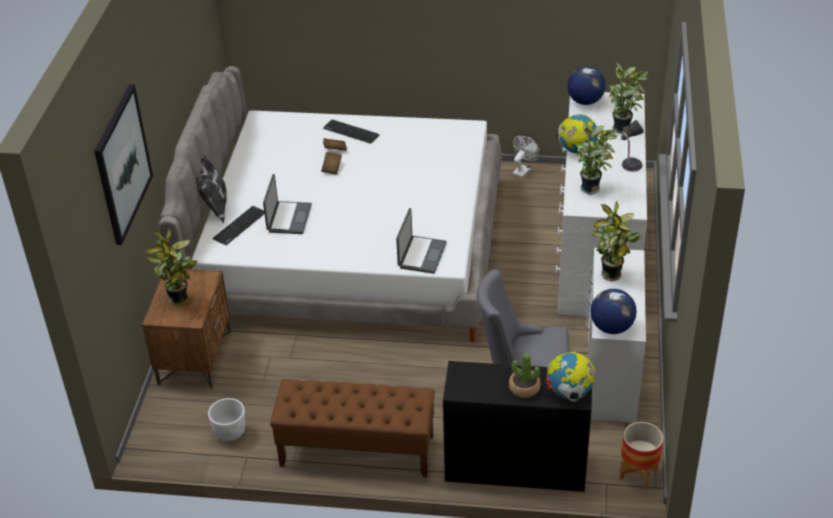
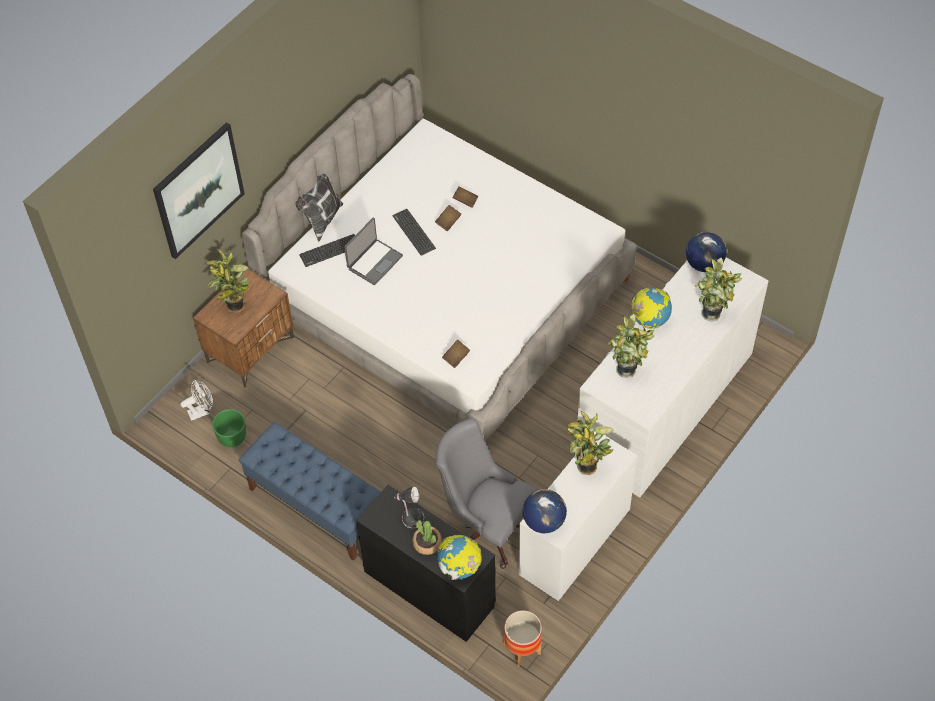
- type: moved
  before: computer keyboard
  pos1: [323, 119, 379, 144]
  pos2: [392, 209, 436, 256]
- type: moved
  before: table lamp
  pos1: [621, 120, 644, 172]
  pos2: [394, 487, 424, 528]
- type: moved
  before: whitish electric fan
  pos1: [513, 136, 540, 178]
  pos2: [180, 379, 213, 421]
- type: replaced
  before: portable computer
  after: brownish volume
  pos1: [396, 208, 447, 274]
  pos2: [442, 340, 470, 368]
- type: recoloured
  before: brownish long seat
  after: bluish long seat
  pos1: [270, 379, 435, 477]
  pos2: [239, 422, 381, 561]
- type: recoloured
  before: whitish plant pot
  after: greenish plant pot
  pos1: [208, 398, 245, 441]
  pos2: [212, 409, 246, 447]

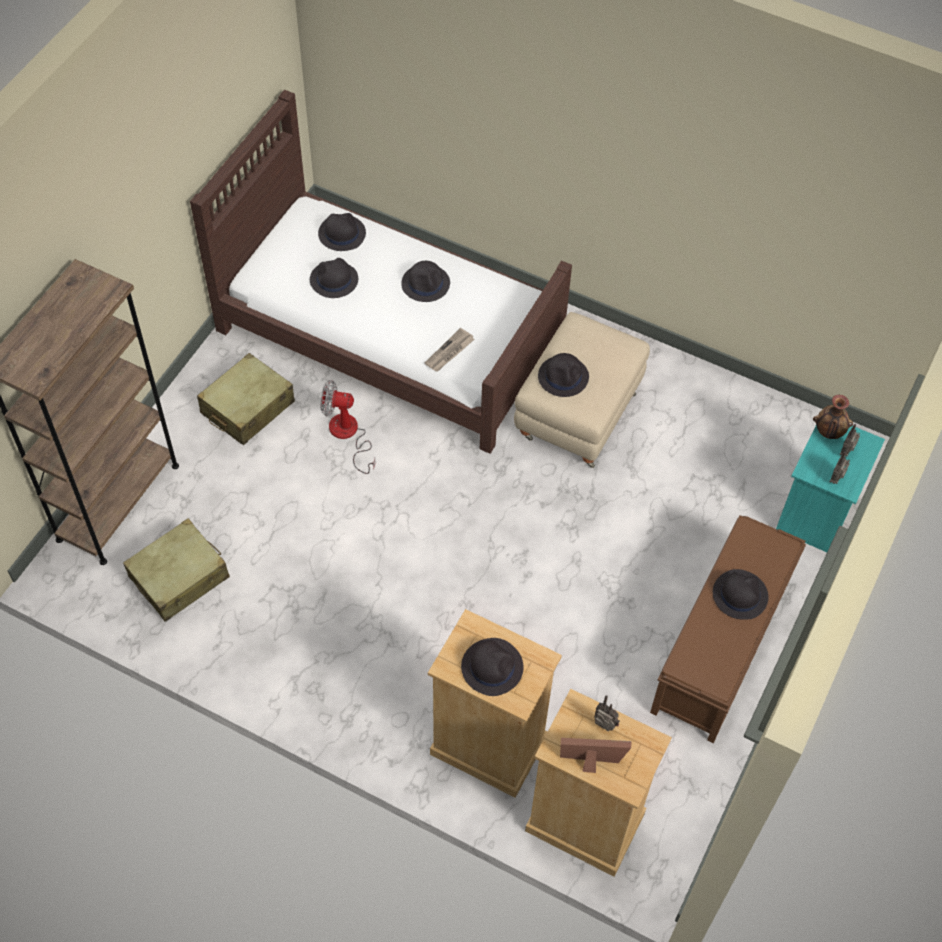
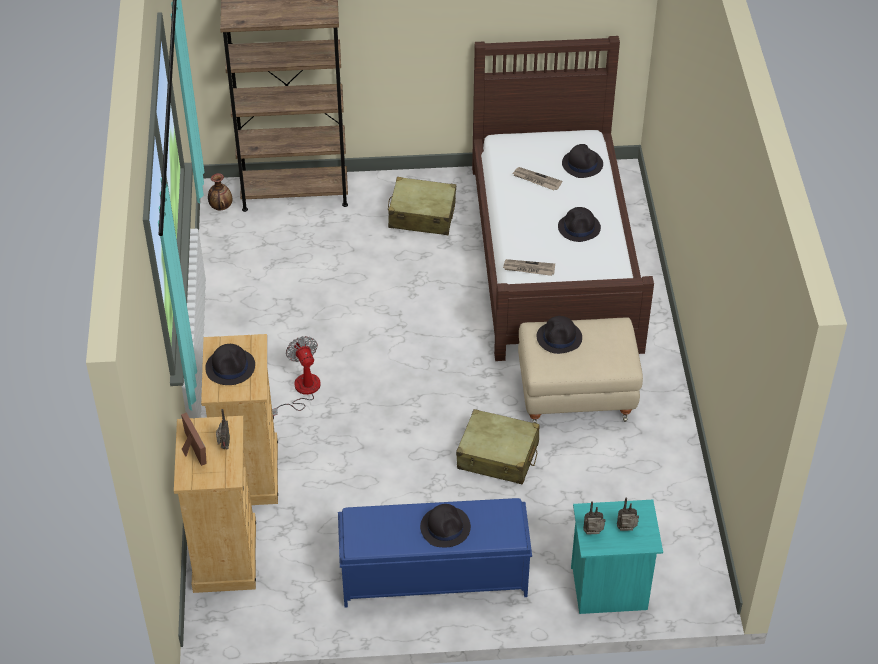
- type: replaced
  before: black-coloured wearable hat
  after: printed paper
  pos1: [310, 258, 358, 298]
  pos2: [512, 167, 562, 190]
- type: moved
  before: electric fan
  pos1: [320, 380, 376, 474]
  pos2: [272, 336, 321, 420]
- type: moved
  before: flower vase
  pos1: [813, 395, 853, 439]
  pos2: [208, 173, 232, 210]
- type: recoloured
  before: brownish long seat
  after: bluish long seat
  pos1: [650, 515, 806, 743]
  pos2: [338, 498, 532, 608]
- type: moved
  before: beige travel case
  pos1: [123, 518, 230, 622]
  pos2: [456, 409, 540, 485]

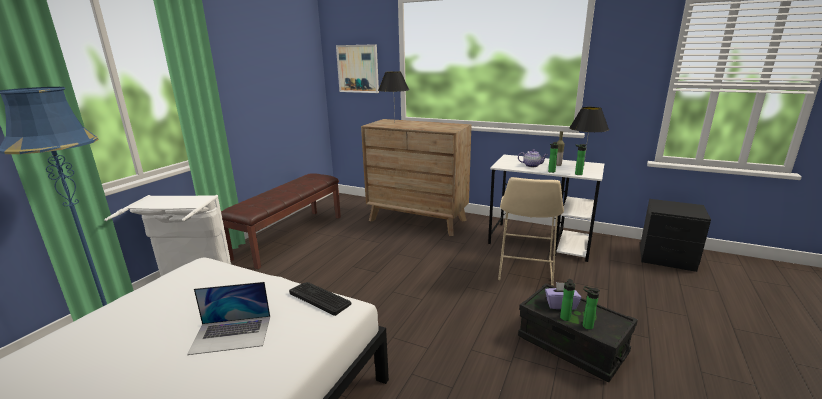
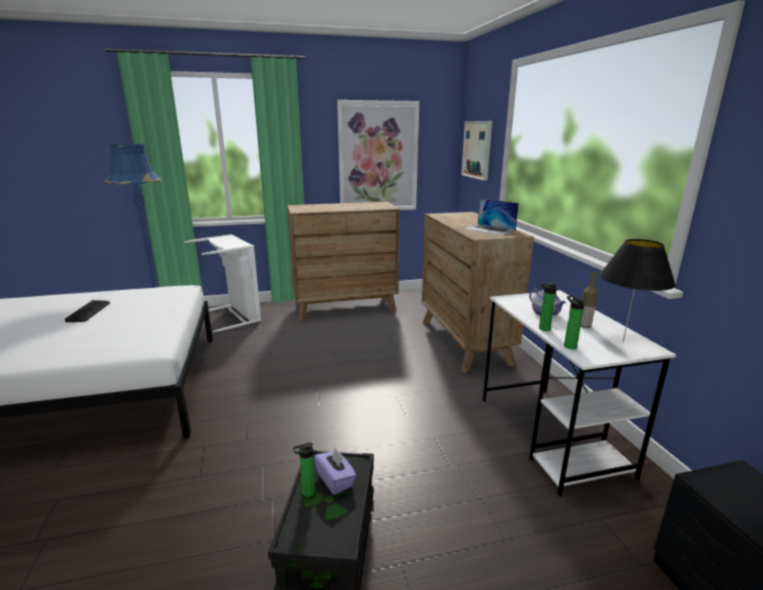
- type: removed
  before: black-coloured table lamp
  pos1: [378, 71, 409, 121]
- type: replaced
  before: brownish long seat
  after: brownish drawer chest
  pos1: [221, 173, 341, 269]
  pos2: [287, 202, 400, 321]
- type: removed
  before: beige stool seat
  pos1: [498, 177, 564, 286]
- type: moved
  before: portable computer
  pos1: [187, 282, 270, 355]
  pos2: [463, 199, 519, 235]
- type: moved
  before: computer keyboard
  pos1: [289, 282, 351, 316]
  pos2: [65, 300, 110, 322]
- type: removed
  before: drink bottle
  pos1: [583, 286, 600, 330]
- type: added
  after: picture
  pos2: [337, 100, 419, 210]

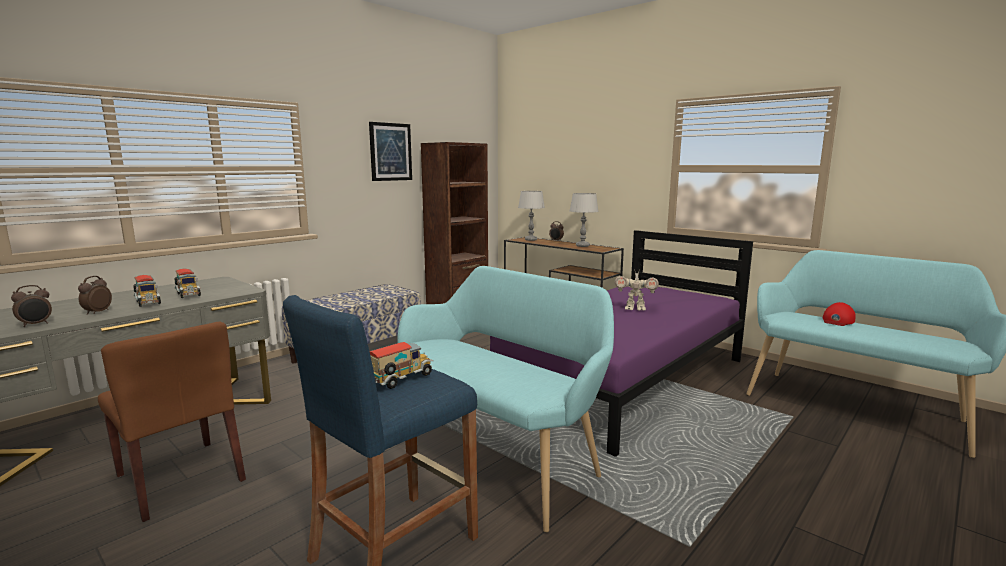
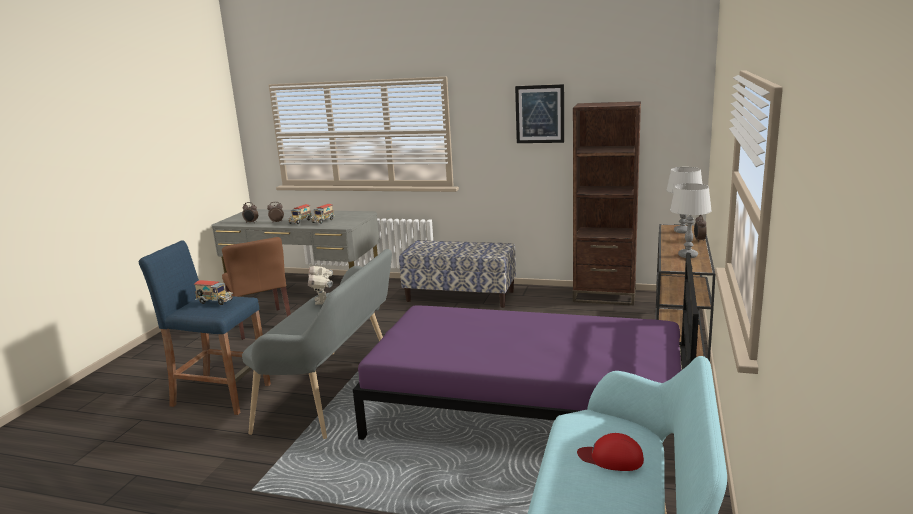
- type: recoloured
  before: turquoise-coloured long seat
  after: grey long seat
  pos1: [397, 266, 614, 532]
  pos2: [242, 249, 392, 439]
- type: moved
  before: model robot
  pos1: [615, 273, 659, 311]
  pos2: [308, 265, 333, 305]
- type: turned
  before: brownish chair
  pos1: [98, 322, 246, 522]
  pos2: [222, 237, 291, 340]
  turn: -45

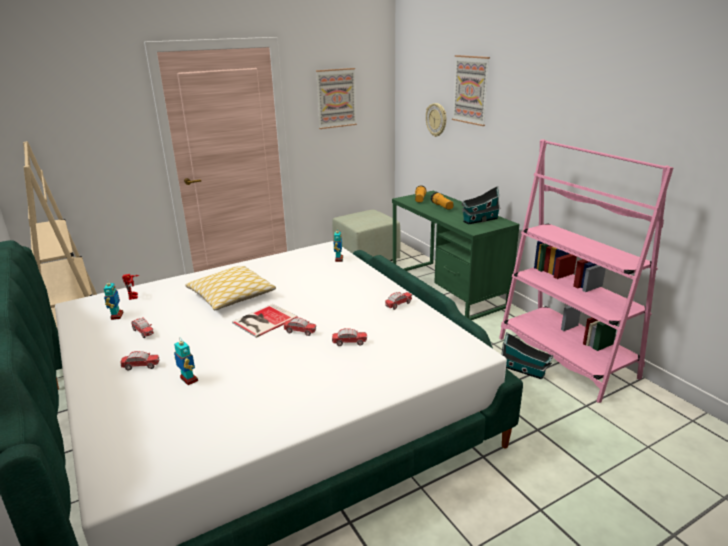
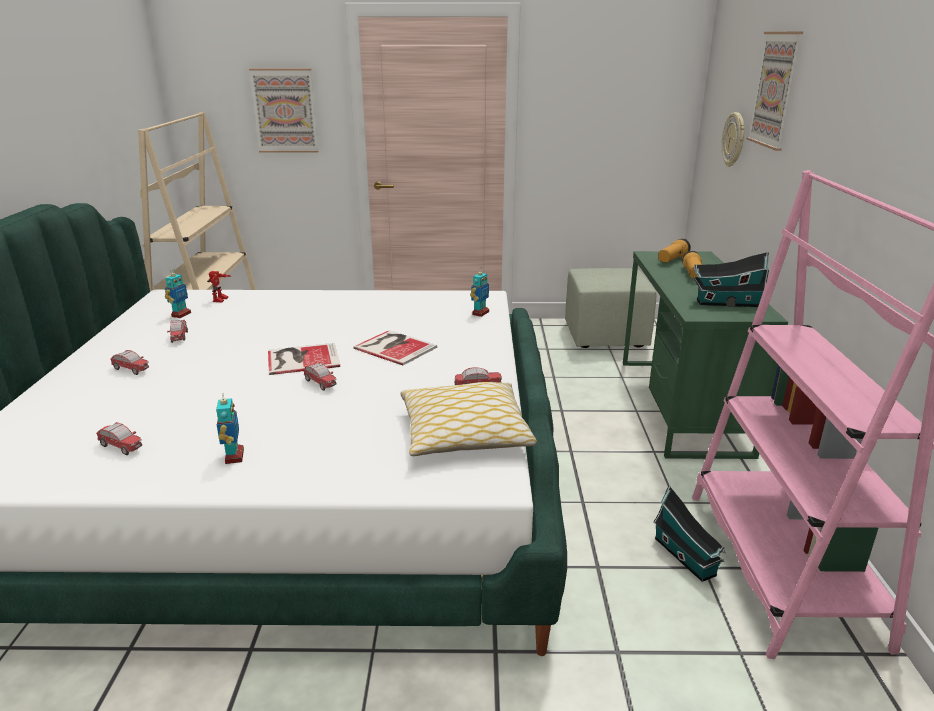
- type: moved
  before: picture
  pos1: [316, 68, 357, 129]
  pos2: [249, 68, 319, 153]
- type: moved
  before: throw pillow
  pos1: [185, 266, 276, 310]
  pos2: [401, 382, 537, 456]
- type: moved
  before: miniature car
  pos1: [332, 328, 367, 346]
  pos2: [96, 422, 142, 455]
- type: moved
  before: model robot
  pos1: [174, 337, 198, 385]
  pos2: [216, 392, 244, 464]
- type: added
  after: volume
  pos2: [353, 330, 437, 366]

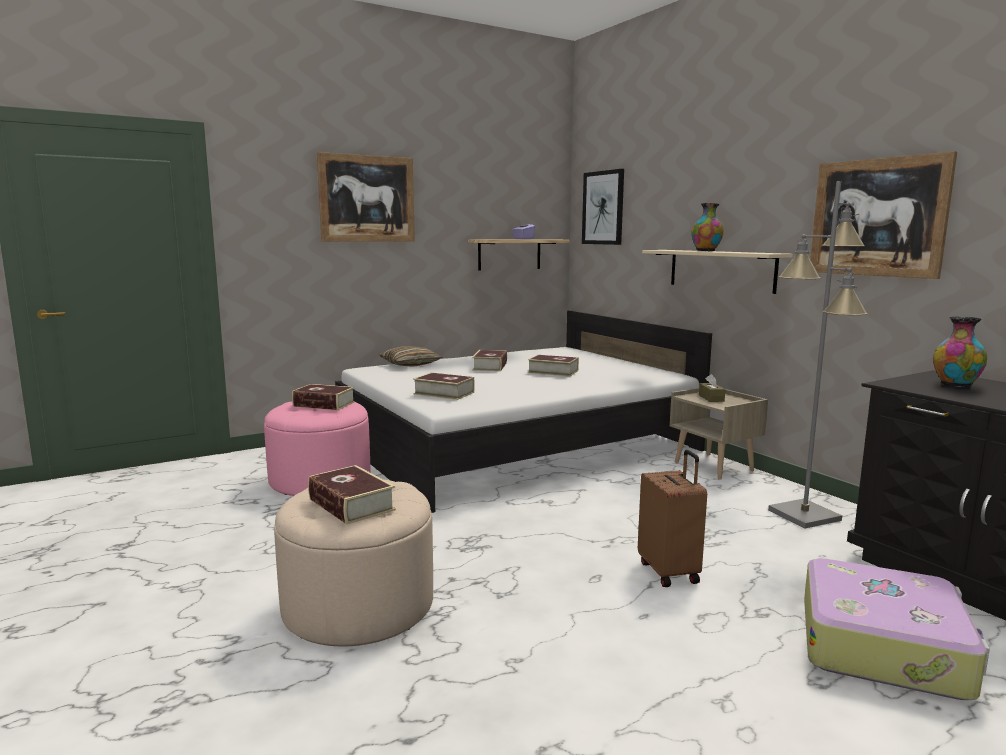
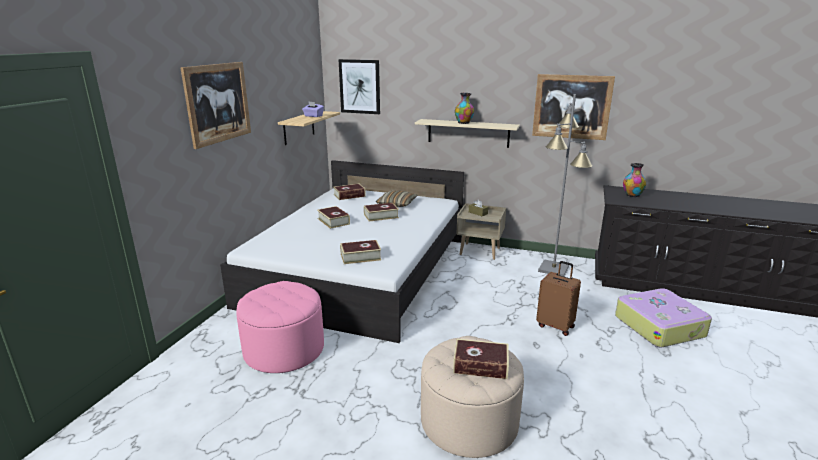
- type: moved
  before: throw pillow
  pos1: [379, 346, 443, 366]
  pos2: [376, 191, 418, 207]
- type: moved
  before: volume
  pos1: [292, 384, 355, 410]
  pos2: [334, 184, 365, 200]

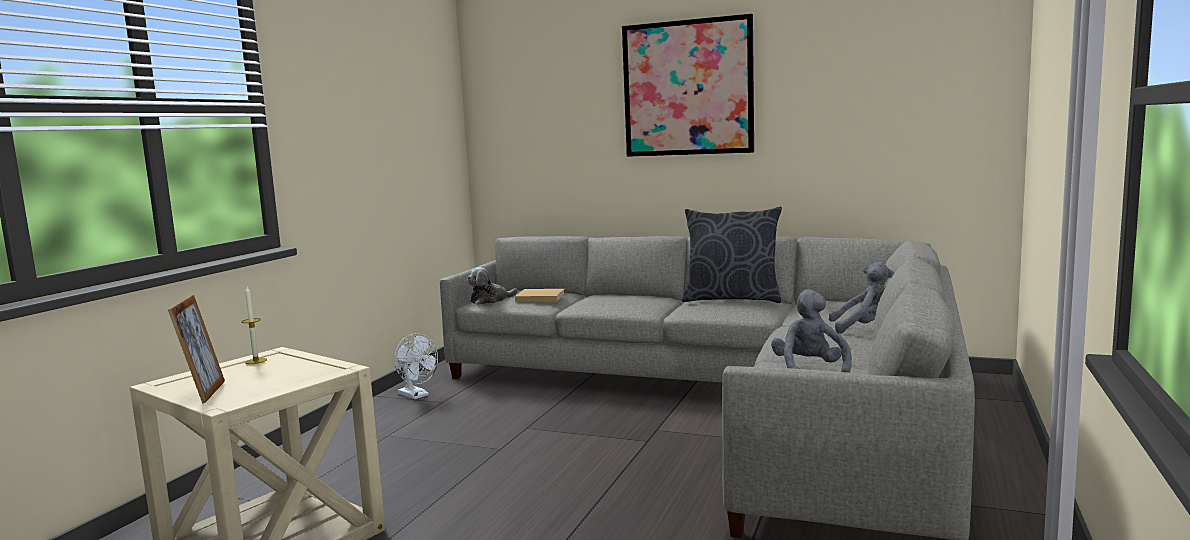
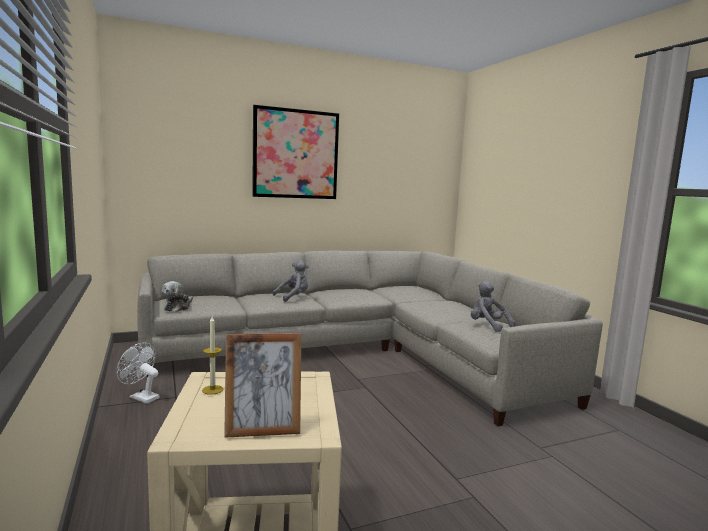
- type: removed
  before: grey throw pillow
  pos1: [682, 207, 782, 303]
- type: moved
  before: grey plush toy
  pos1: [829, 262, 894, 334]
  pos2: [272, 260, 309, 302]
- type: removed
  before: beige volume
  pos1: [515, 289, 565, 301]
- type: turned
  before: picture frame
  pos1: [168, 295, 225, 404]
  pos2: [224, 333, 301, 438]
  turn: 135
- type: turned
  before: whitish electric fan
  pos1: [394, 333, 438, 399]
  pos2: [116, 342, 159, 404]
  turn: -150

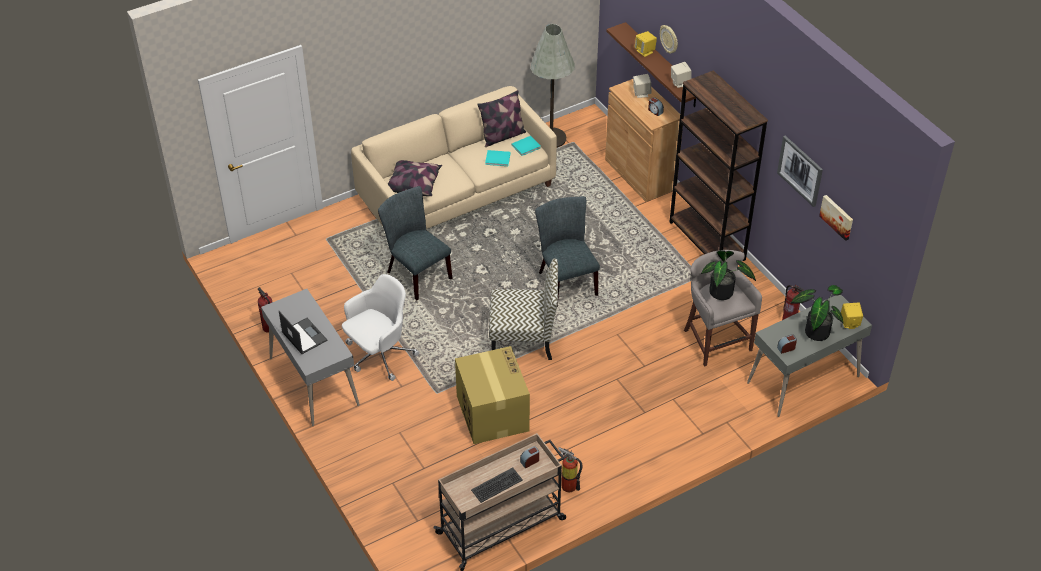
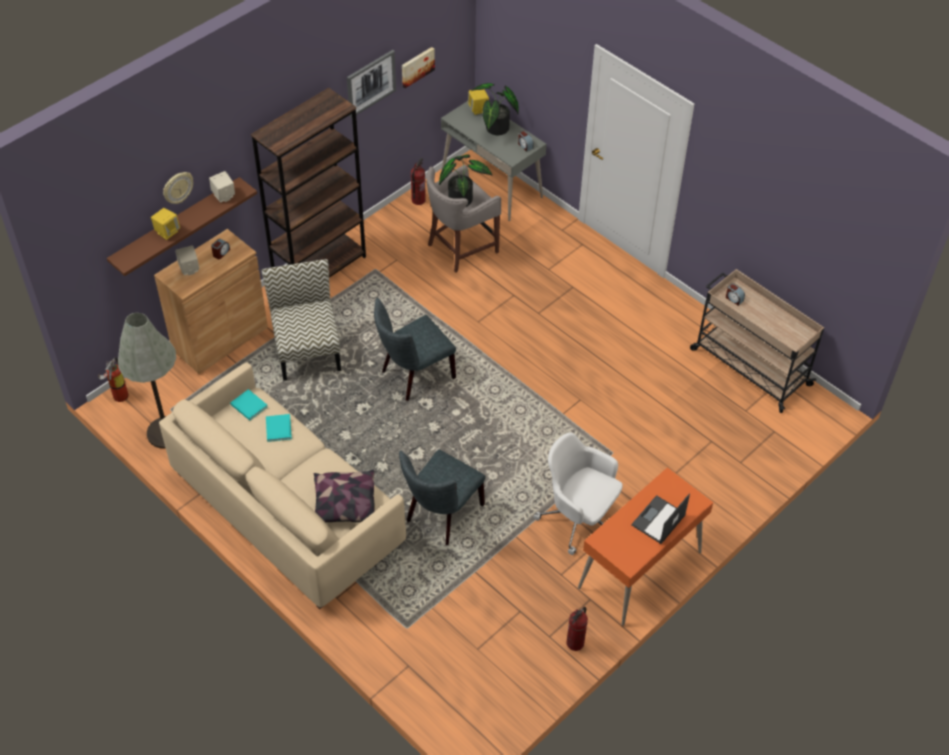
- type: removed
  before: throw pillow
  pos1: [477, 90, 526, 147]
- type: moved
  before: chair
  pos1: [489, 259, 558, 360]
  pos2: [262, 259, 341, 381]
- type: recoloured
  before: grey desk unit
  after: orange desk unit
  pos1: [261, 289, 360, 426]
  pos2: [578, 467, 713, 626]
- type: removed
  before: carton
  pos1: [455, 346, 530, 444]
- type: moved
  before: extinguisher
  pos1: [558, 447, 583, 492]
  pos2: [98, 357, 129, 402]
- type: removed
  before: computer keyboard
  pos1: [471, 467, 523, 503]

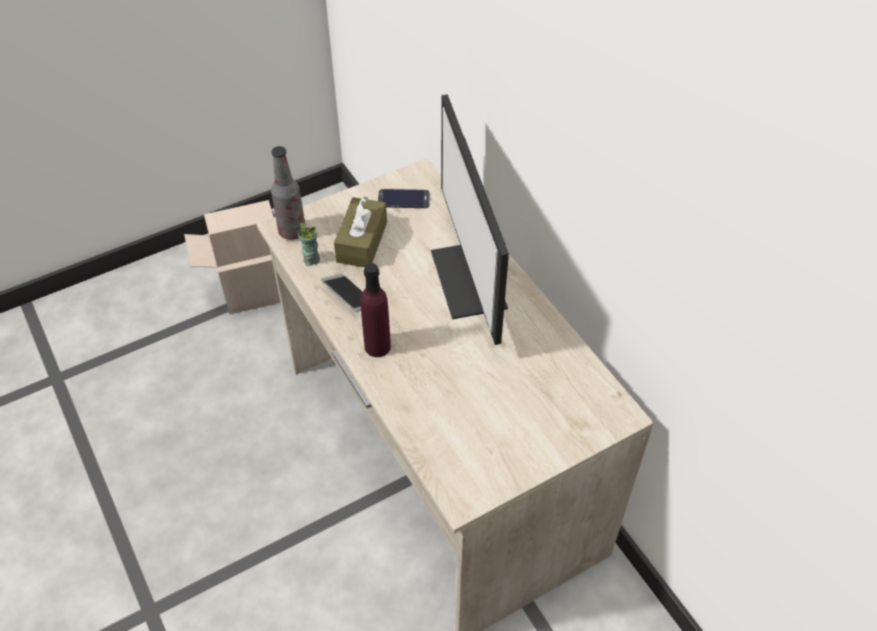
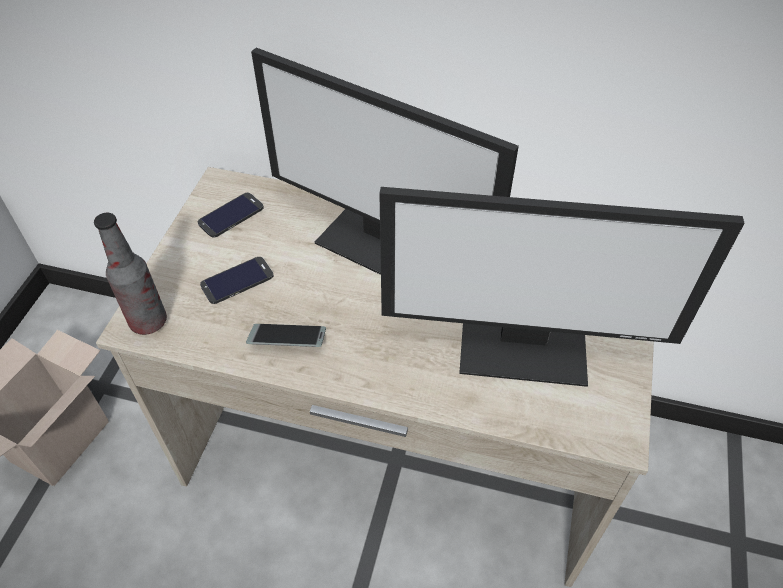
- type: replaced
  before: brownish tissue box
  after: phone
  pos1: [334, 197, 387, 267]
  pos2: [200, 257, 273, 304]
- type: removed
  before: small cup
  pos1: [296, 223, 320, 266]
- type: removed
  before: purplish drink bottle
  pos1: [360, 263, 391, 357]
- type: added
  after: computer screen
  pos2: [379, 187, 745, 387]

